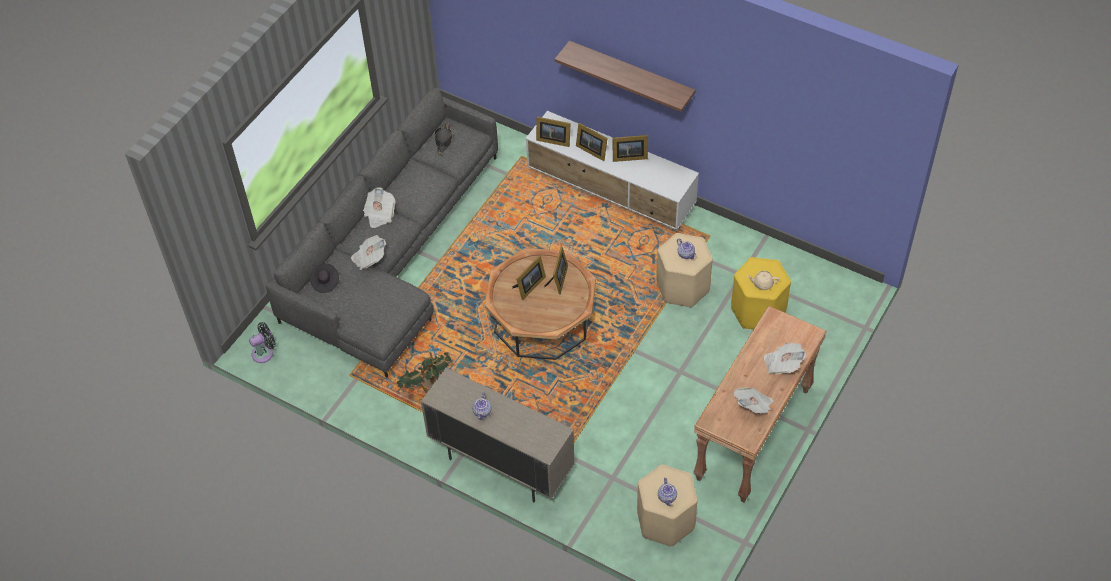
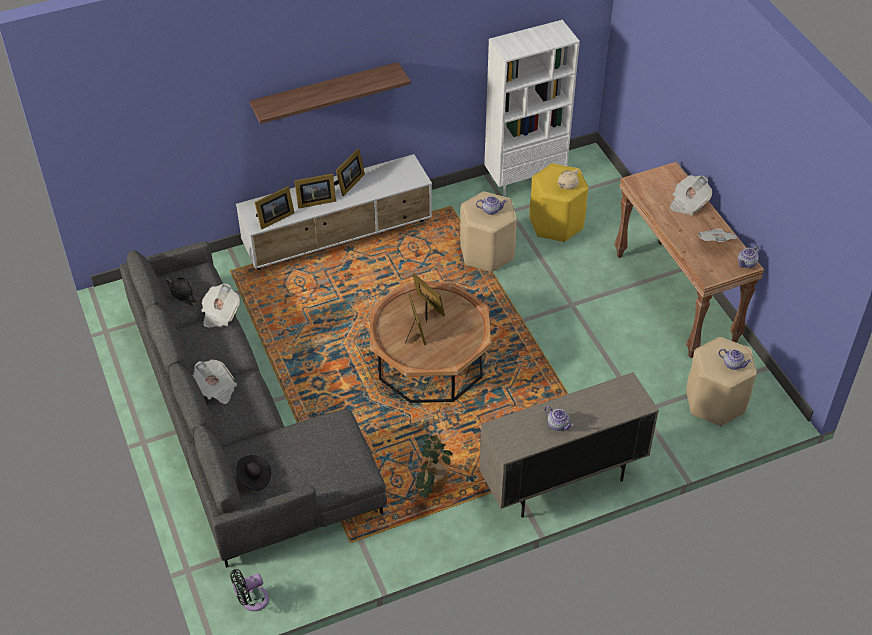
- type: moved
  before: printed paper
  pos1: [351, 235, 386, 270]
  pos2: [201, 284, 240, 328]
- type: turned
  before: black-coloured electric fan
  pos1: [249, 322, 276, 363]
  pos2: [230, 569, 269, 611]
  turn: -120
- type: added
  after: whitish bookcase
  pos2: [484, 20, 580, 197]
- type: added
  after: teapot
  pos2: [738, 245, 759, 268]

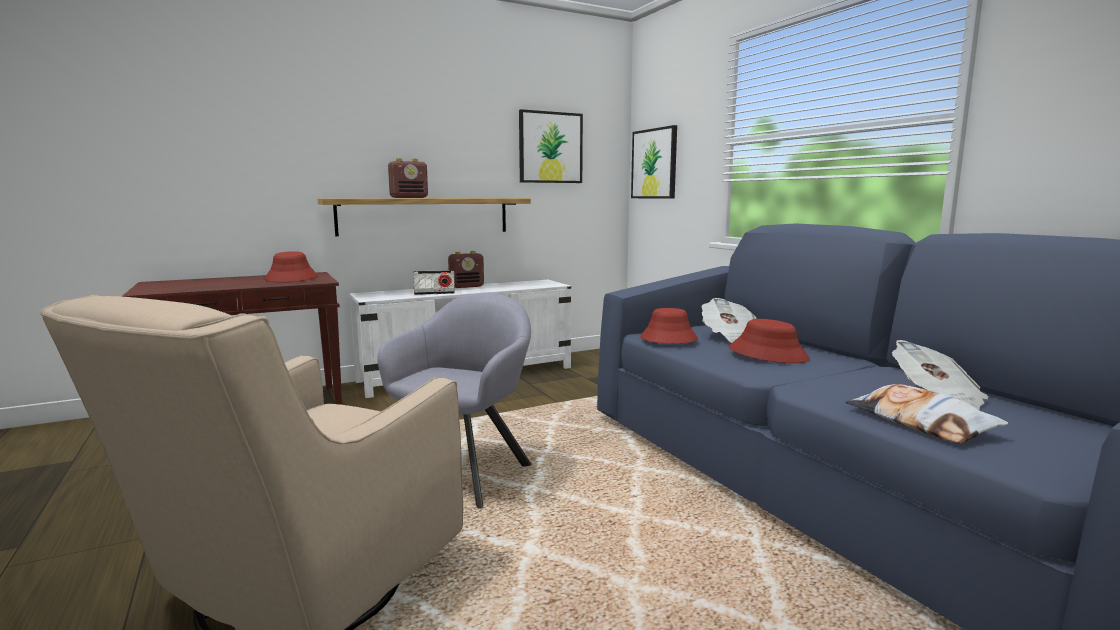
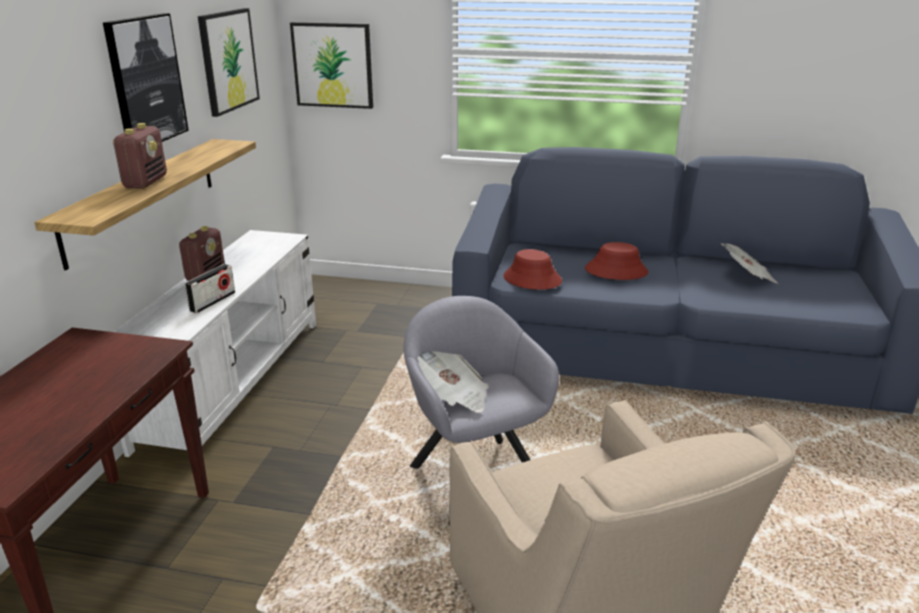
- type: removed
  before: red wearable hat
  pos1: [264, 251, 318, 282]
- type: moved
  before: printed paper
  pos1: [701, 298, 756, 343]
  pos2: [417, 351, 488, 413]
- type: removed
  before: throw pillow
  pos1: [845, 384, 1009, 444]
- type: added
  after: picture
  pos2: [103, 13, 189, 142]

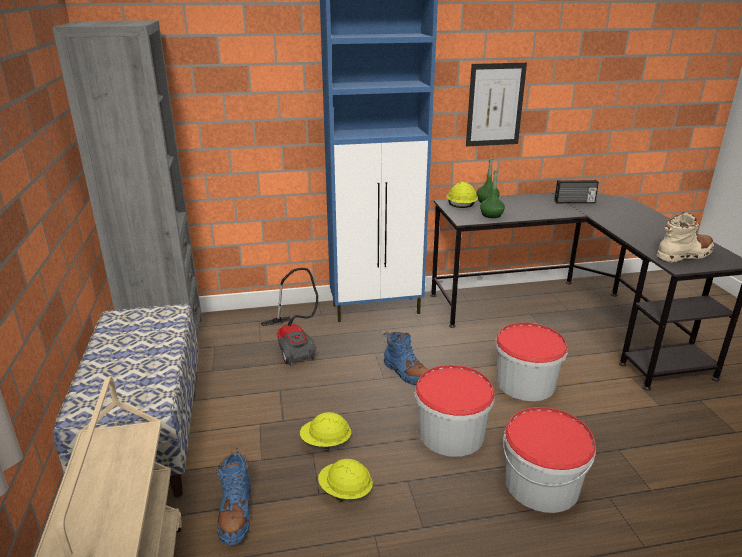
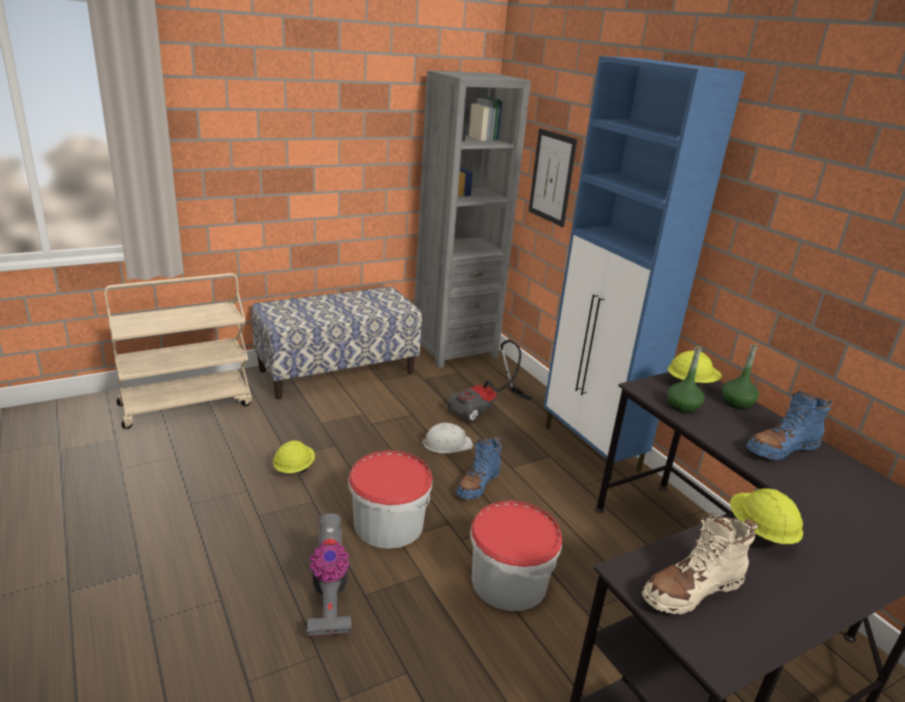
- type: moved
  before: picture
  pos1: [466, 63, 527, 146]
  pos2: [529, 128, 577, 227]
- type: removed
  before: radio receiver
  pos1: [554, 180, 599, 203]
- type: turned
  before: beige tall boot
  pos1: [657, 212, 714, 263]
  pos2: [642, 513, 758, 614]
  turn: 105
- type: replaced
  before: water bucket
  after: hoover
  pos1: [503, 407, 596, 513]
  pos2: [306, 513, 351, 637]
- type: moved
  before: yellow hard hat
  pos1: [300, 412, 351, 451]
  pos2: [730, 488, 803, 544]
- type: moved
  before: bluish tall boot
  pos1: [215, 448, 251, 545]
  pos2: [746, 391, 832, 460]
- type: added
  after: whitish hard hat
  pos2: [421, 423, 473, 453]

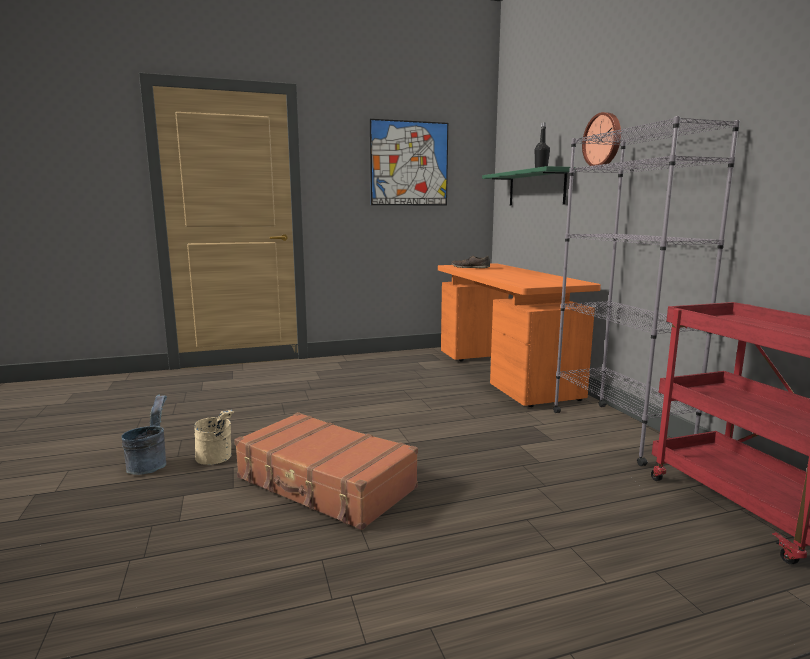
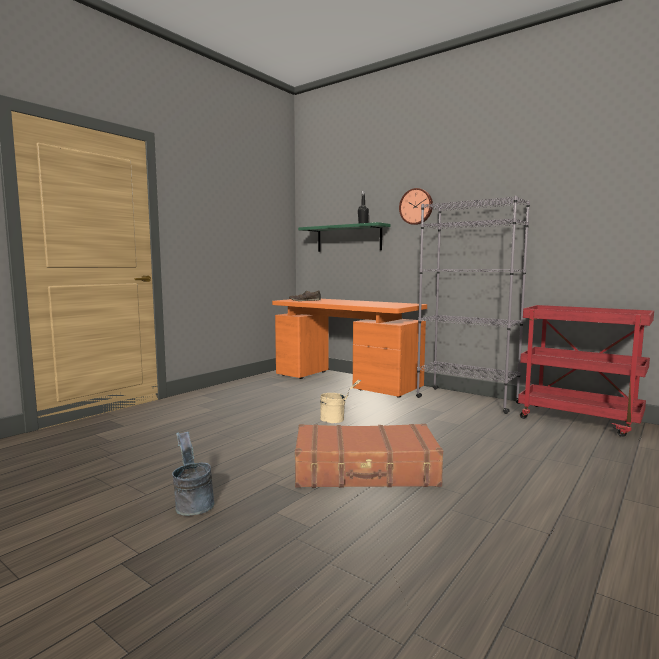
- type: removed
  before: picture
  pos1: [370, 119, 448, 205]
- type: moved
  before: beige water bucket
  pos1: [195, 410, 234, 465]
  pos2: [320, 380, 361, 423]

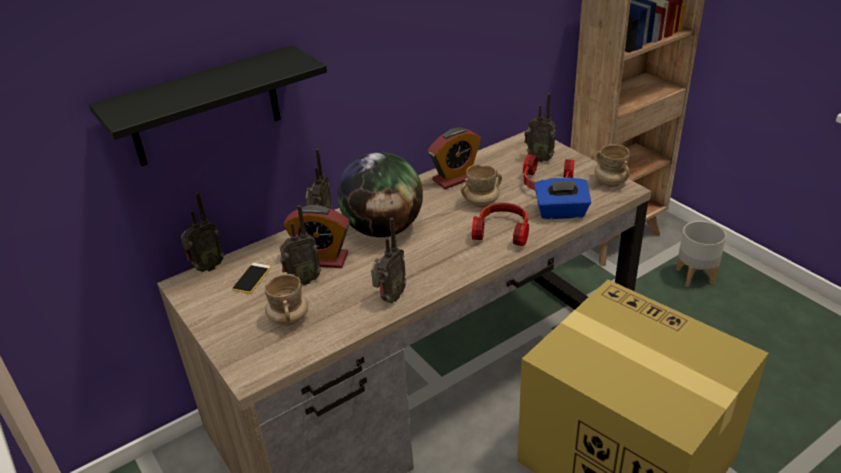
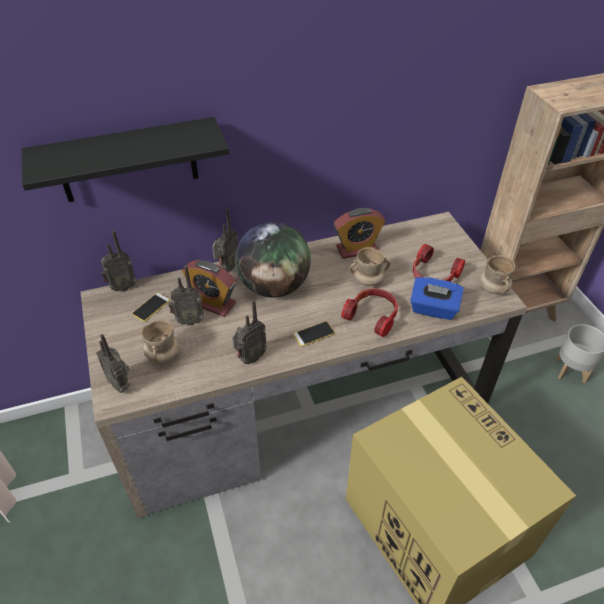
- type: moved
  before: radio receiver
  pos1: [524, 93, 556, 162]
  pos2: [96, 334, 130, 393]
- type: added
  after: phone
  pos2: [293, 321, 335, 347]

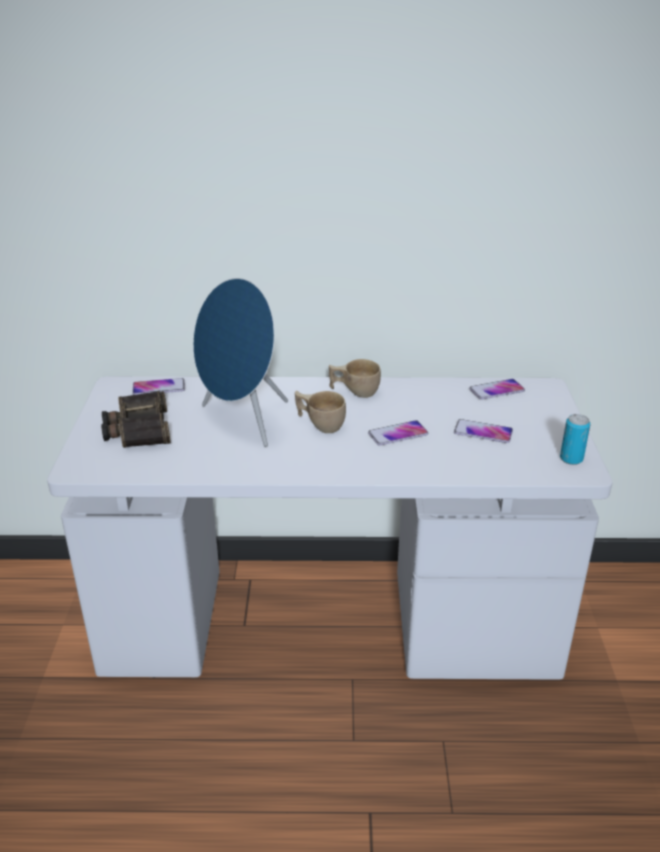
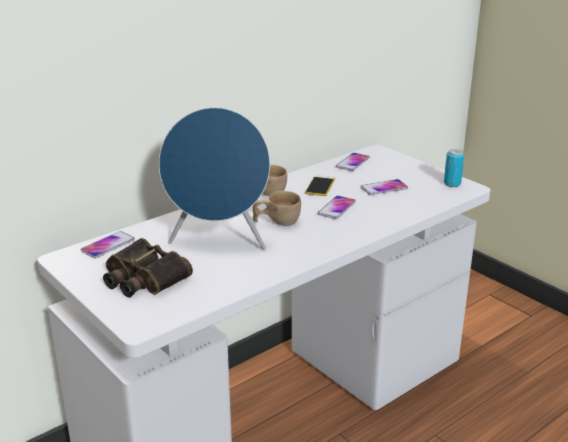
- type: added
  after: phone
  pos2: [305, 175, 335, 196]

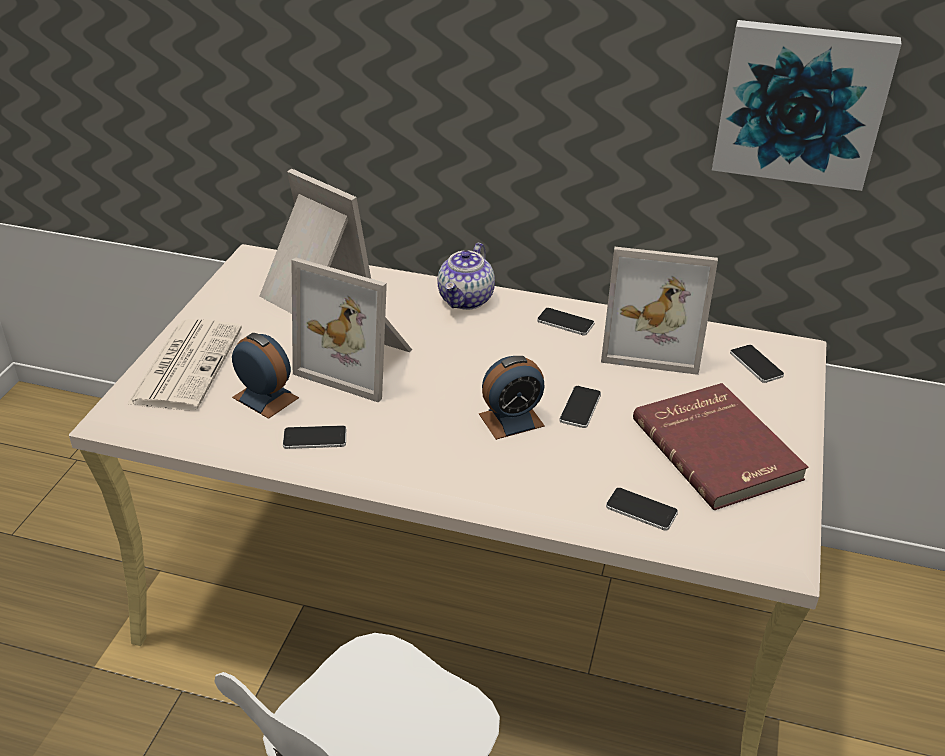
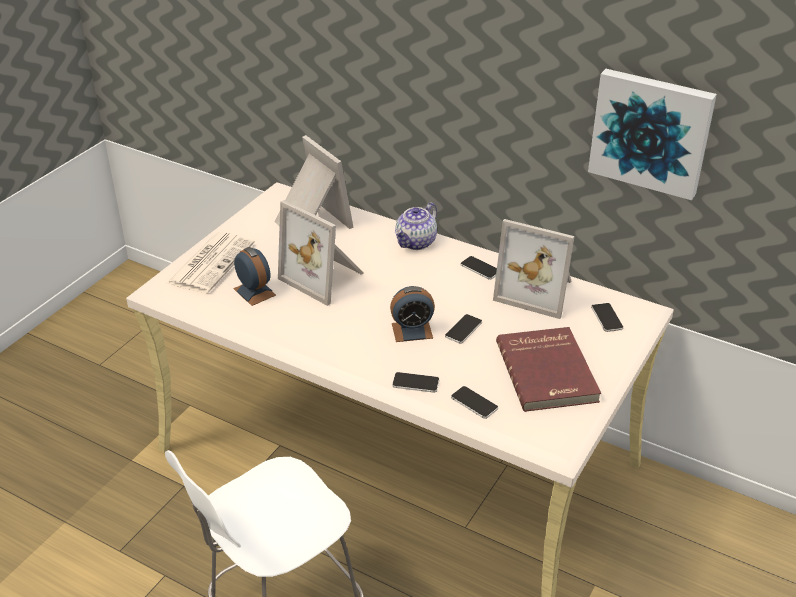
- type: moved
  before: phone
  pos1: [283, 425, 347, 449]
  pos2: [392, 372, 440, 393]

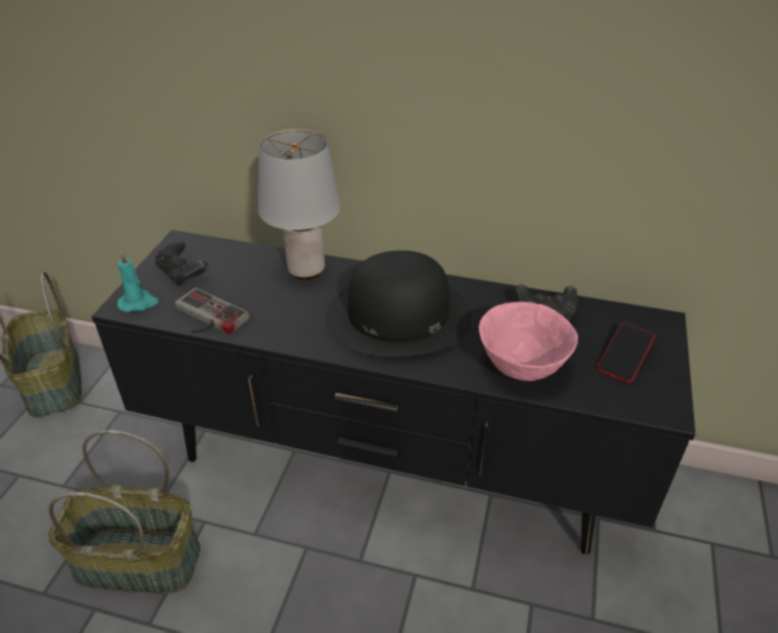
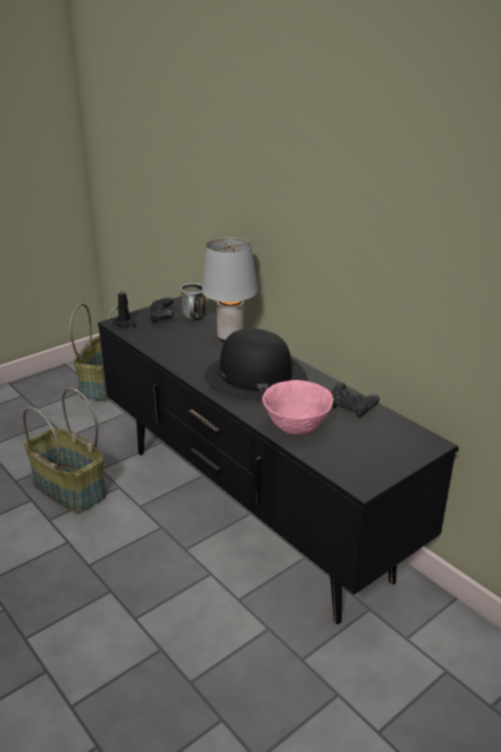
- type: recoloured
  before: turquoise-coloured wax candle
  after: black-coloured wax candle
  pos1: [117, 250, 159, 312]
  pos2: [113, 286, 137, 328]
- type: removed
  before: joypad
  pos1: [175, 288, 250, 334]
- type: removed
  before: phone
  pos1: [597, 323, 655, 383]
- type: added
  after: coffee mug
  pos2: [181, 283, 206, 320]

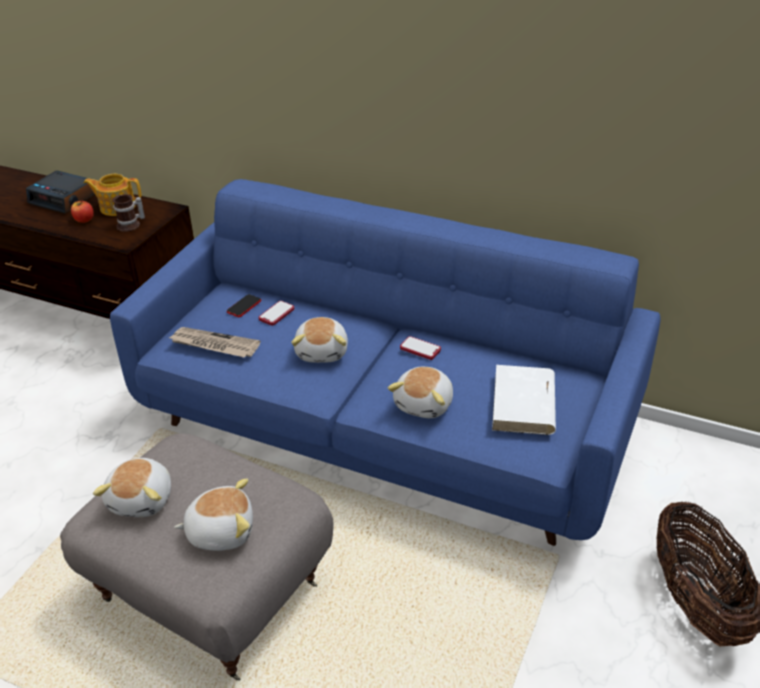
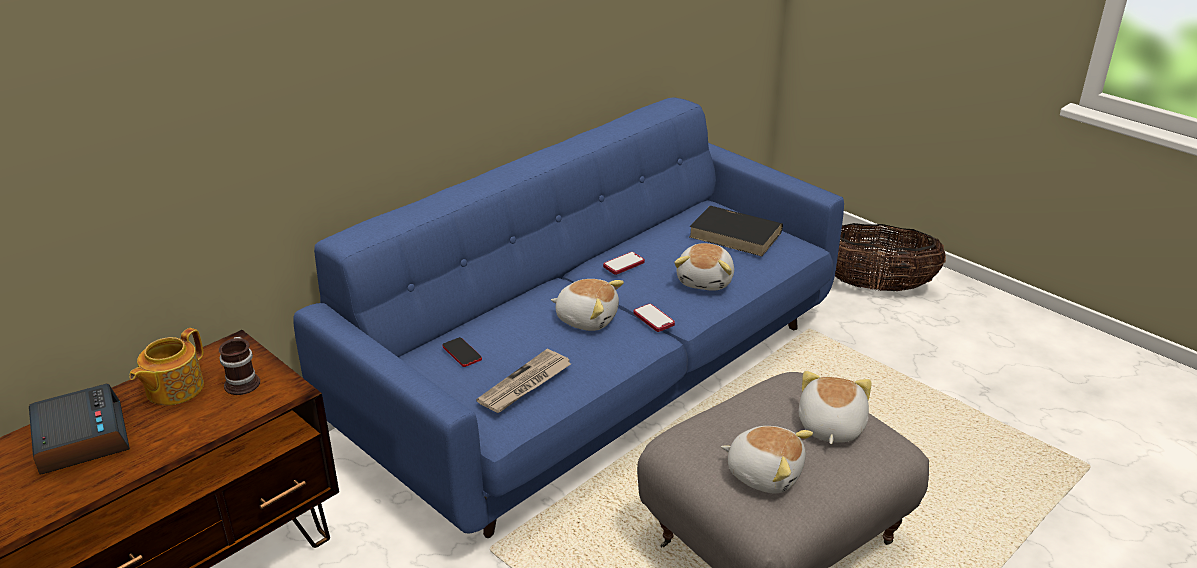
- type: turned
  before: bedside clock
  pos1: [26, 171, 95, 214]
  pos2: [29, 383, 130, 475]
  turn: -75
- type: removed
  before: apple fruit
  pos1: [71, 200, 94, 223]
- type: moved
  before: phone
  pos1: [259, 301, 294, 326]
  pos2: [634, 304, 675, 332]
- type: recoloured
  before: whitish volume
  after: black-coloured volume
  pos1: [492, 365, 556, 435]
  pos2: [689, 206, 783, 256]
- type: turned
  before: plush toy
  pos1: [388, 367, 453, 418]
  pos2: [674, 243, 734, 291]
  turn: 60

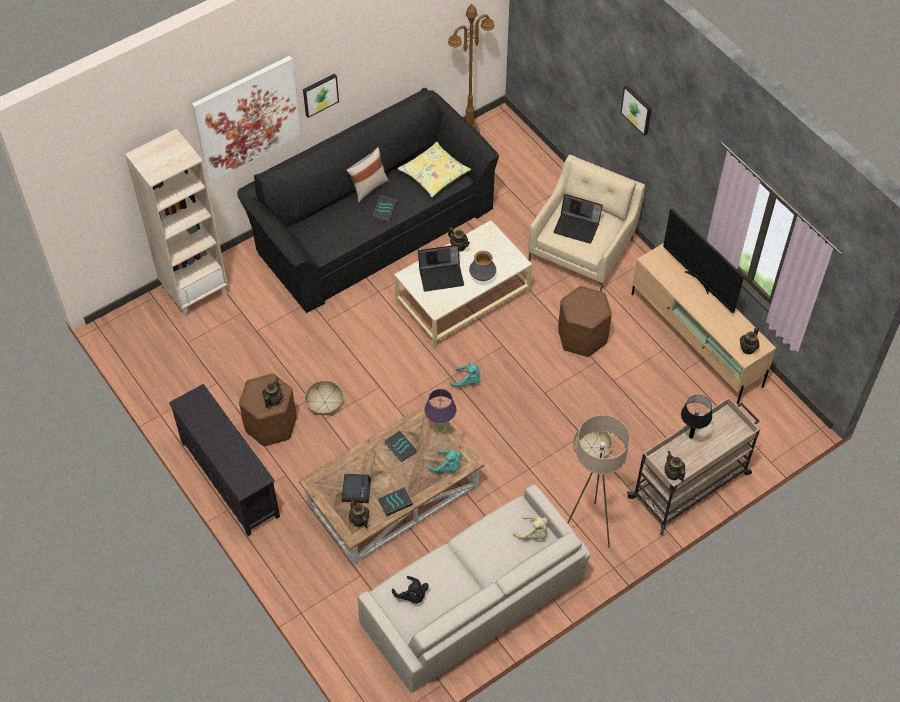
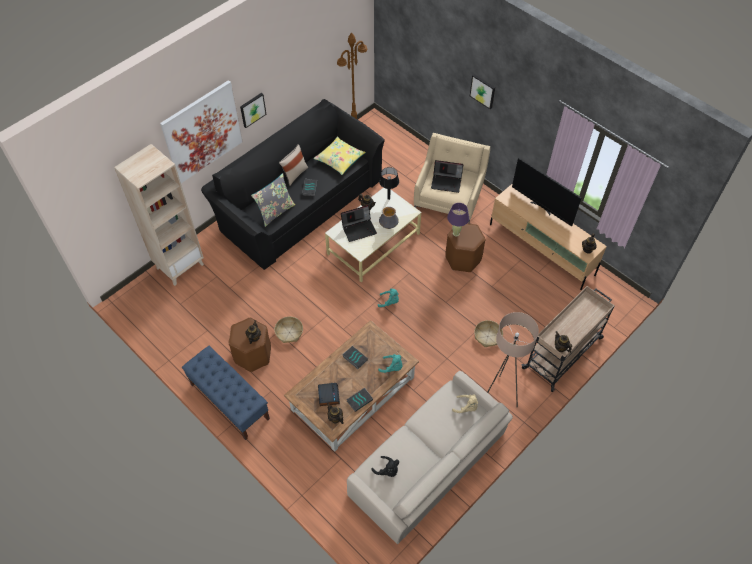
- type: replaced
  before: black-coloured media console
  after: bluish long seat
  pos1: [169, 384, 280, 536]
  pos2: [182, 346, 270, 440]
- type: moved
  before: purplish table lamp
  pos1: [425, 389, 456, 433]
  pos2: [447, 203, 469, 236]
- type: moved
  before: black-coloured table lamp
  pos1: [681, 395, 712, 439]
  pos2: [379, 167, 399, 200]
- type: added
  after: grey throw pillow
  pos2: [251, 173, 295, 227]

